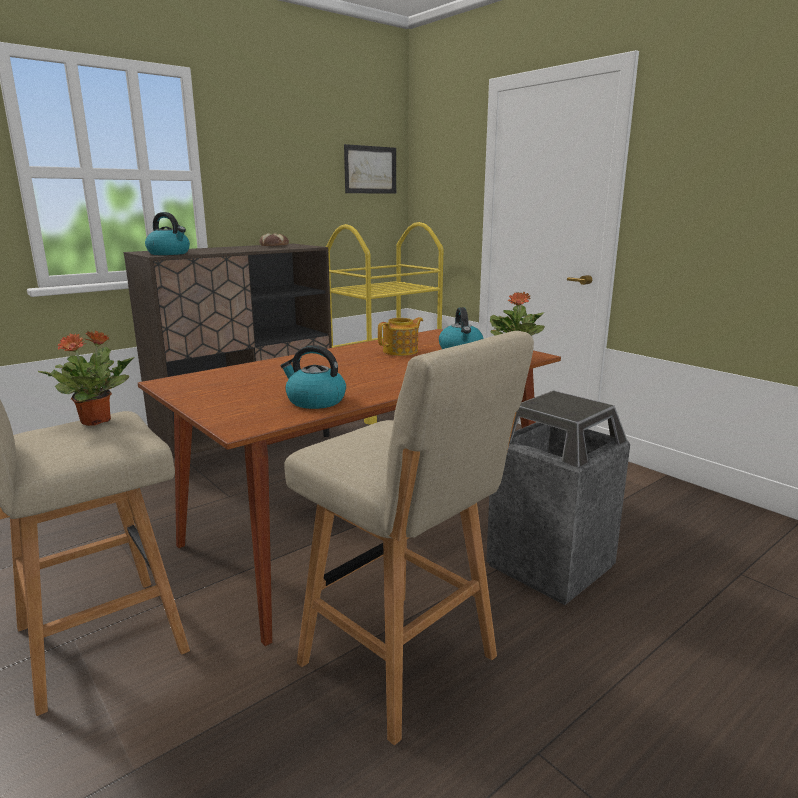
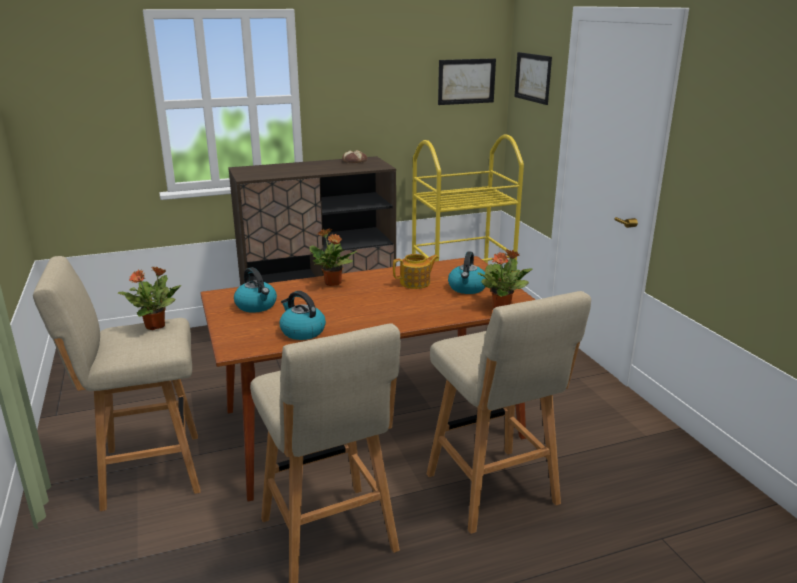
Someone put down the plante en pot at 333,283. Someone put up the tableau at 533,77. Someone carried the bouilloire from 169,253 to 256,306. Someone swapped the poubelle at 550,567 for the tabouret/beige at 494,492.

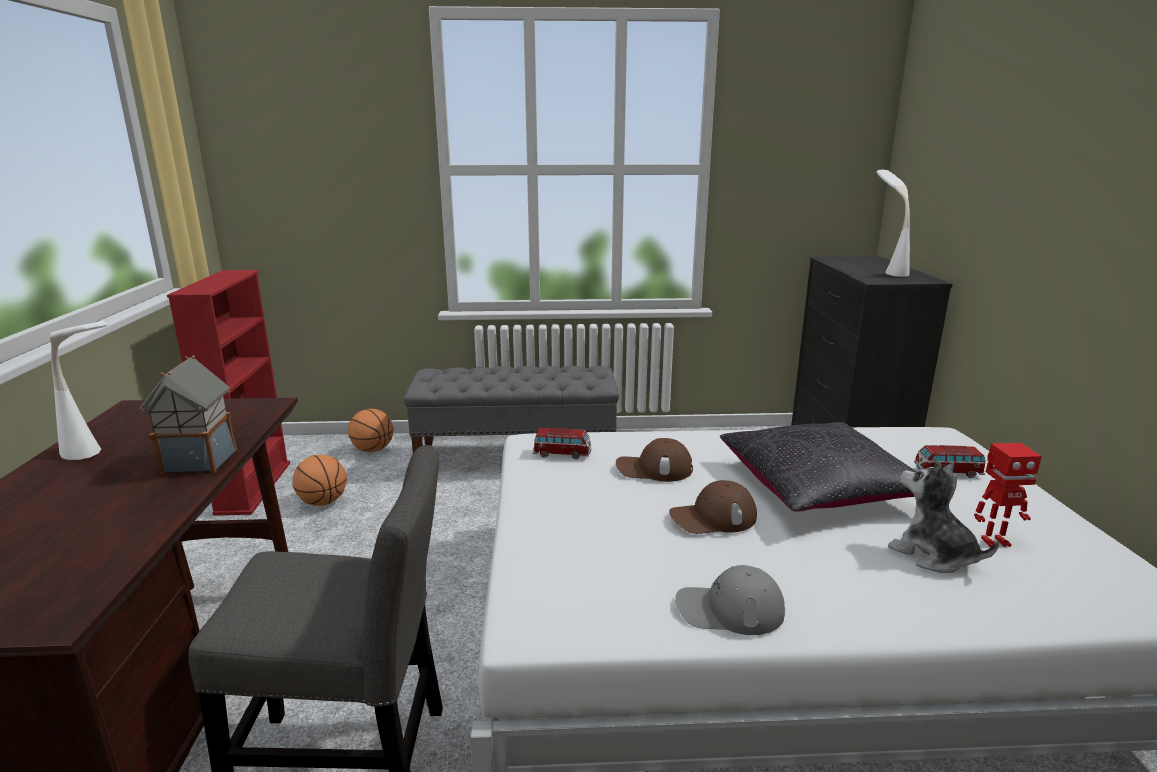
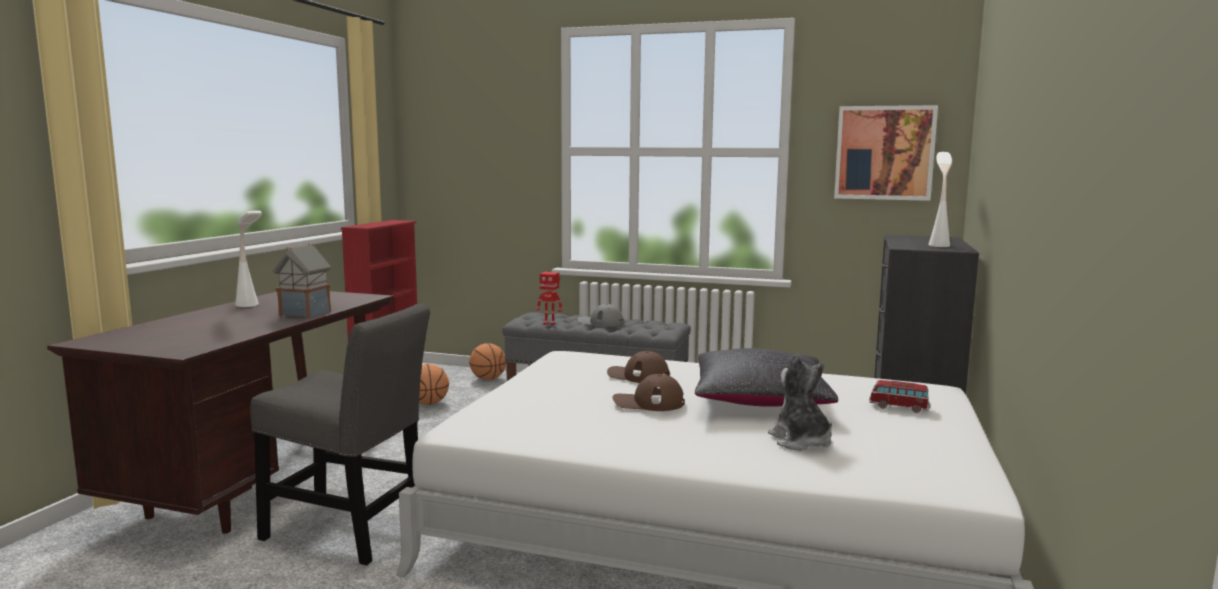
Someone took away the petite voiture at 562,454. Someone put up the tableau at 884,153. Someone carried the casquette/gris from 729,609 to 600,322. Someone carried the robot jouet from 994,541 to 549,324.

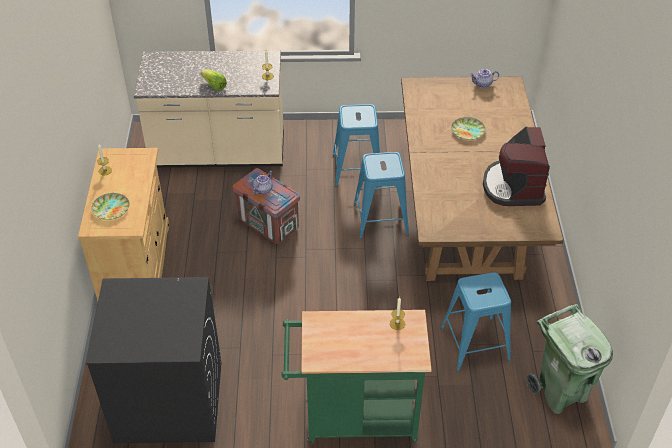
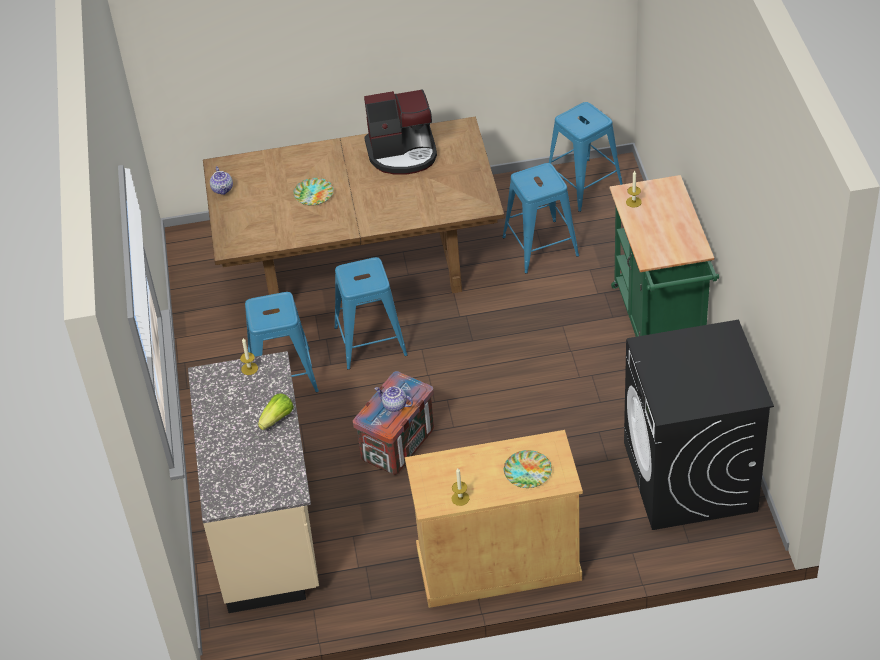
Someone swapped the poubelle/vert at 560,393 for the tabouret/bleu at 584,185.

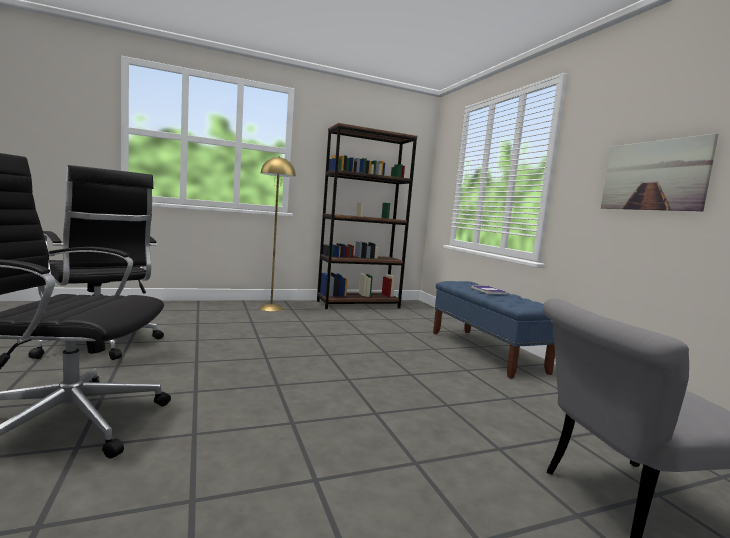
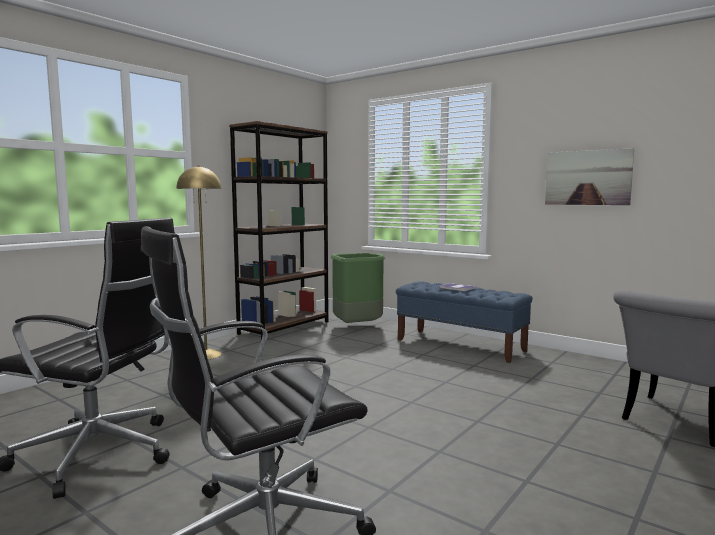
Someone put down the poubelle/vert at 357,327.

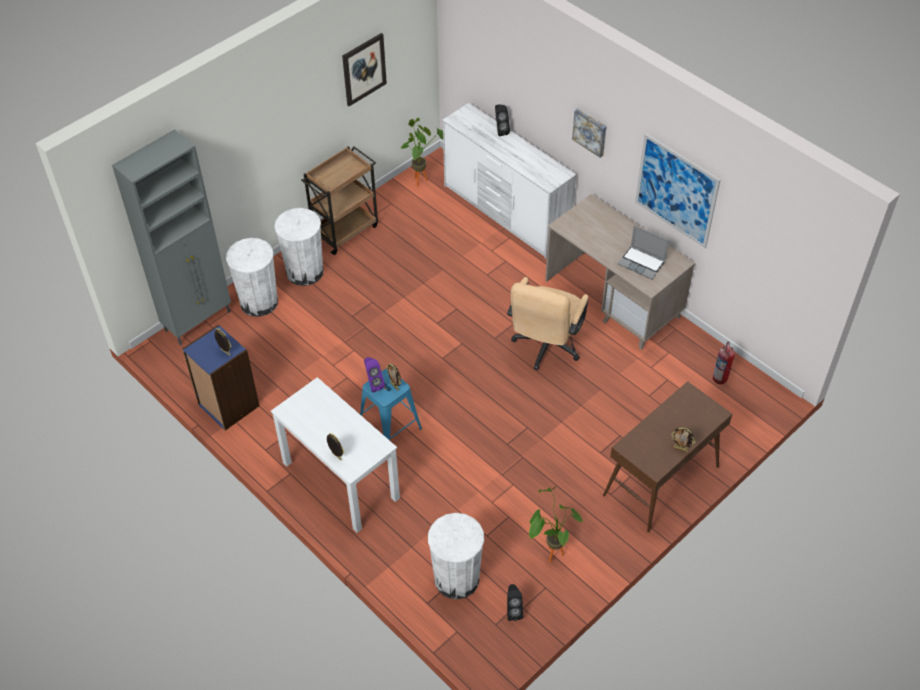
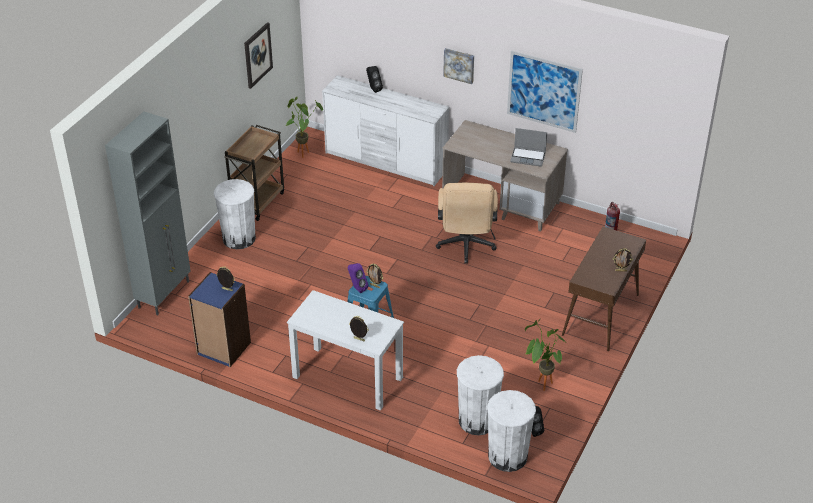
Someone carried the poubelle/blanc from 259,302 to 507,456.

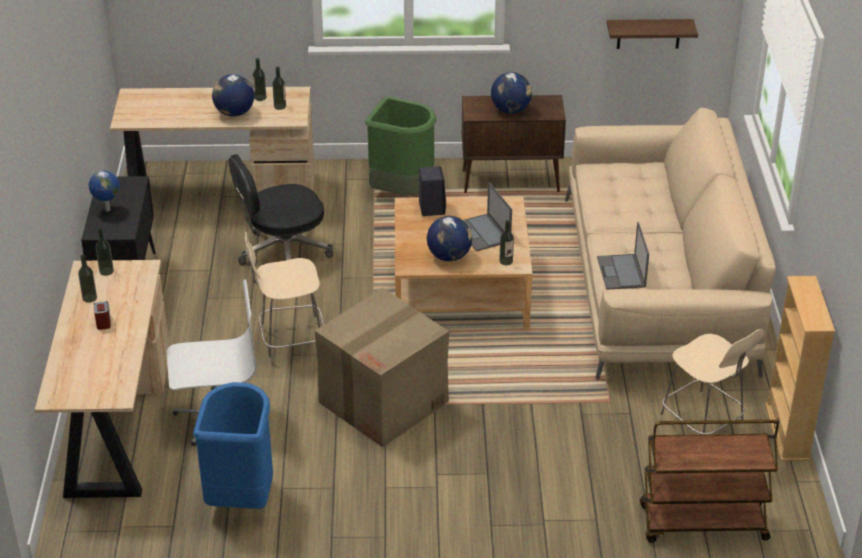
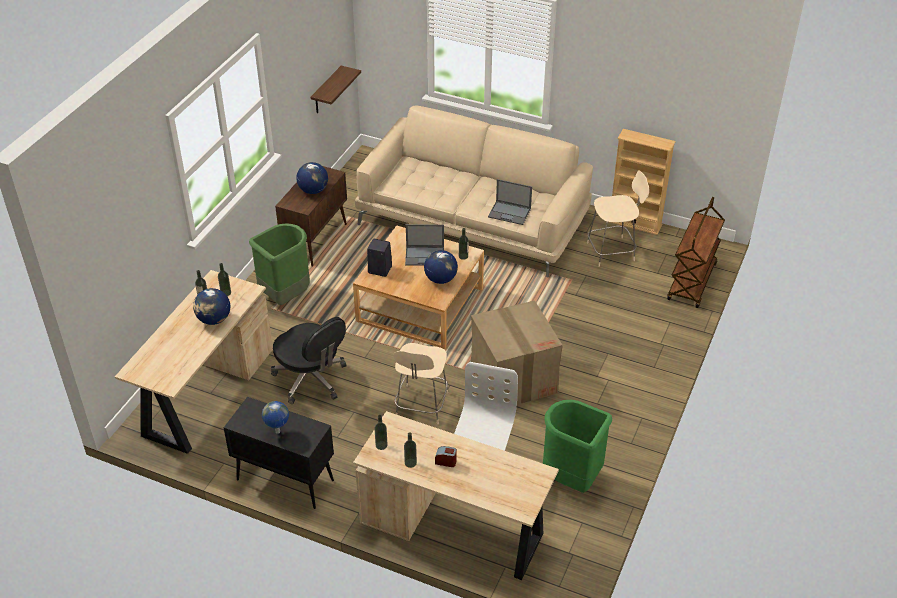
Someone repainted the poubelle/bleu at 241,497, which became the poubelle/vert at 571,478. Someone rotated the chaise de bureau/noir at 283,252 by 45 degrees counterclockwise.

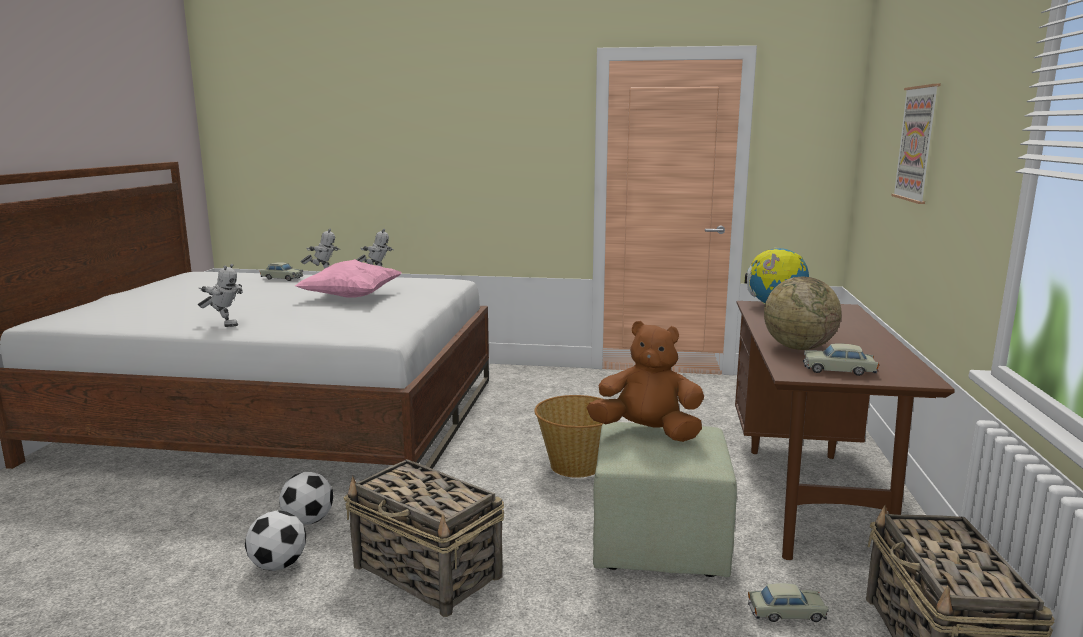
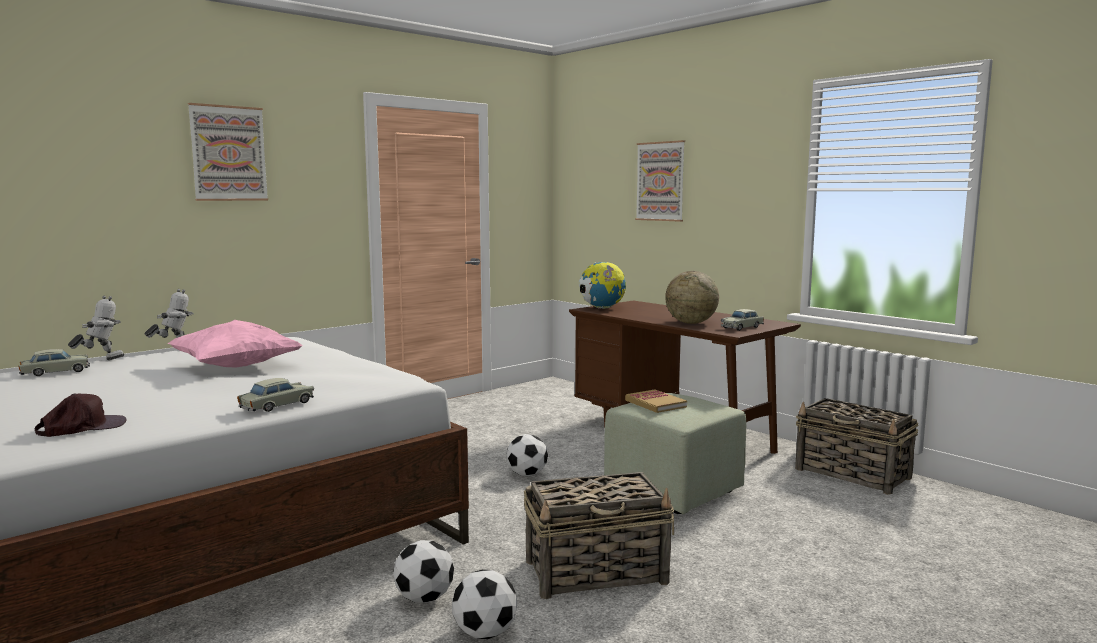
Someone took away the robot jouet at 224,325. Someone put down the casquette/marron at 82,427. Someone put up the tableau at 228,153. Someone carried the petite voiture/beige from 786,612 to 277,405. Someone swapped the panier at 576,465 for the ballon de foot at 527,474. Someone swapped the peluche/marron at 647,432 for the livre at 655,403.

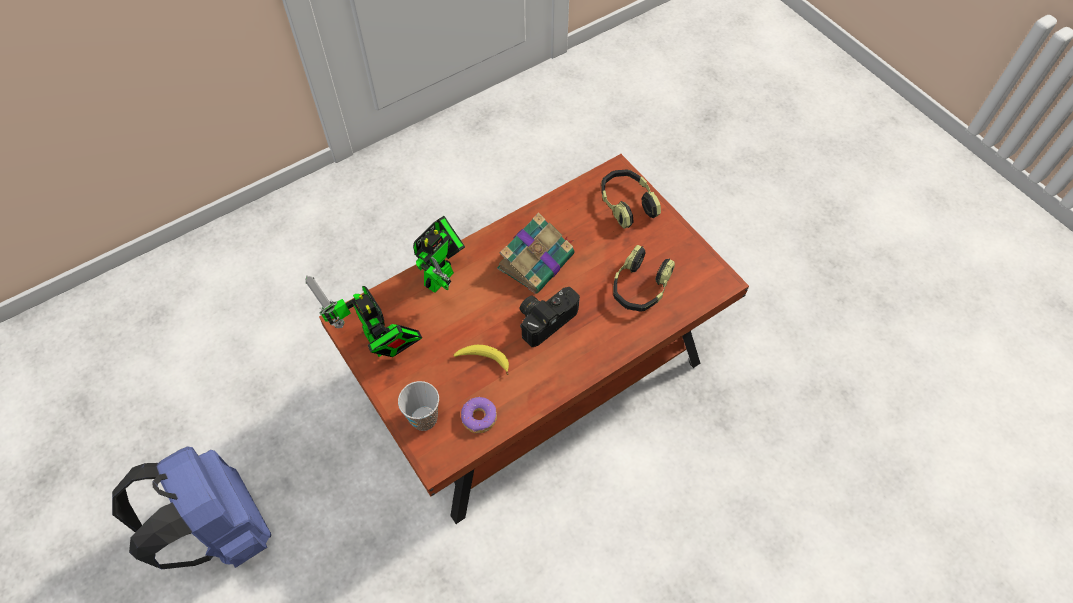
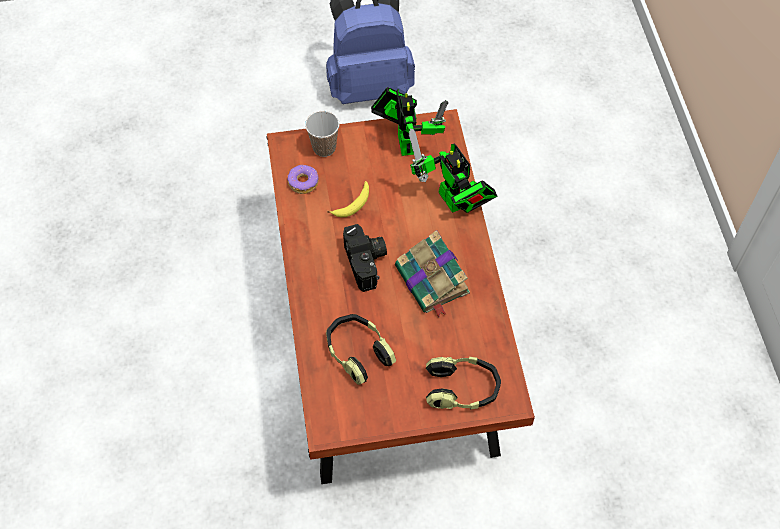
Someone rotated the robot jouet at 380,346 by 90 degrees clockwise.

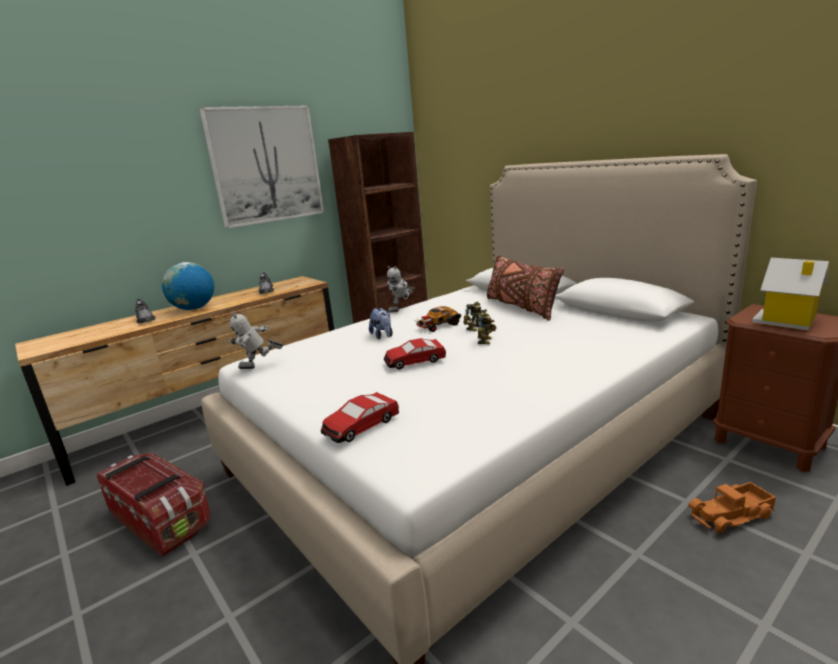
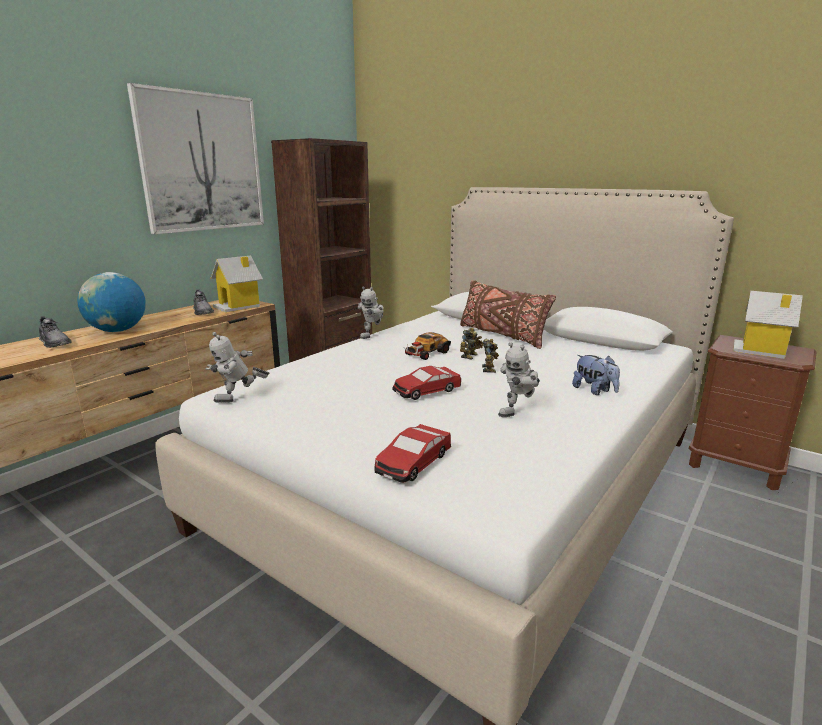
Someone took away the boîte de rangement at 161,520. Someone took away the camion jouet at 732,515. Someone put down the maison miniature at 239,306. Someone put down the robot jouet at 519,413. Someone carried the peluche from 383,336 to 594,391.

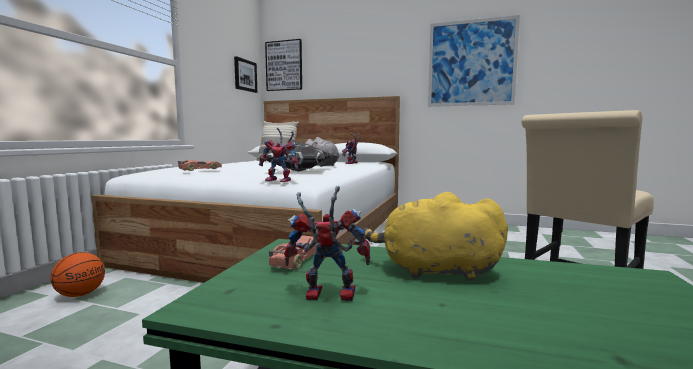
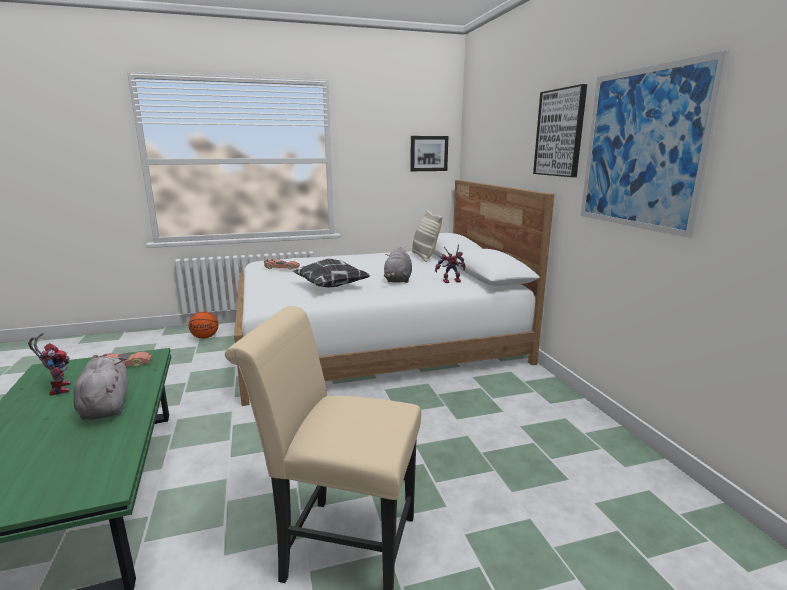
Someone took away the robot jouet at 281,180. Someone carried the tableau from 284,66 to 560,133. Someone repainted the peluche/jaune at 434,271, which became the peluche/gris at 106,406.

